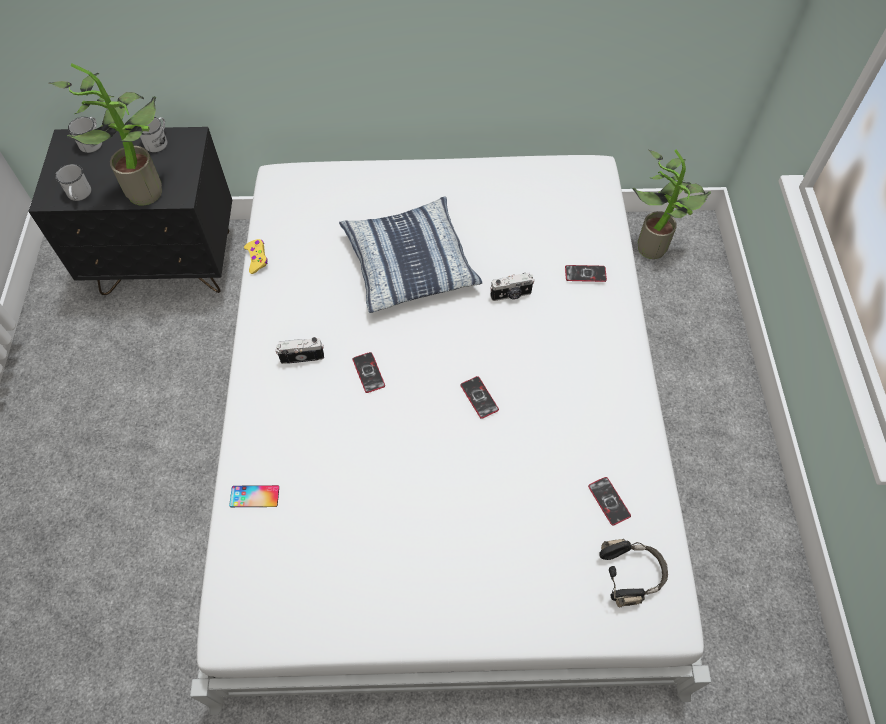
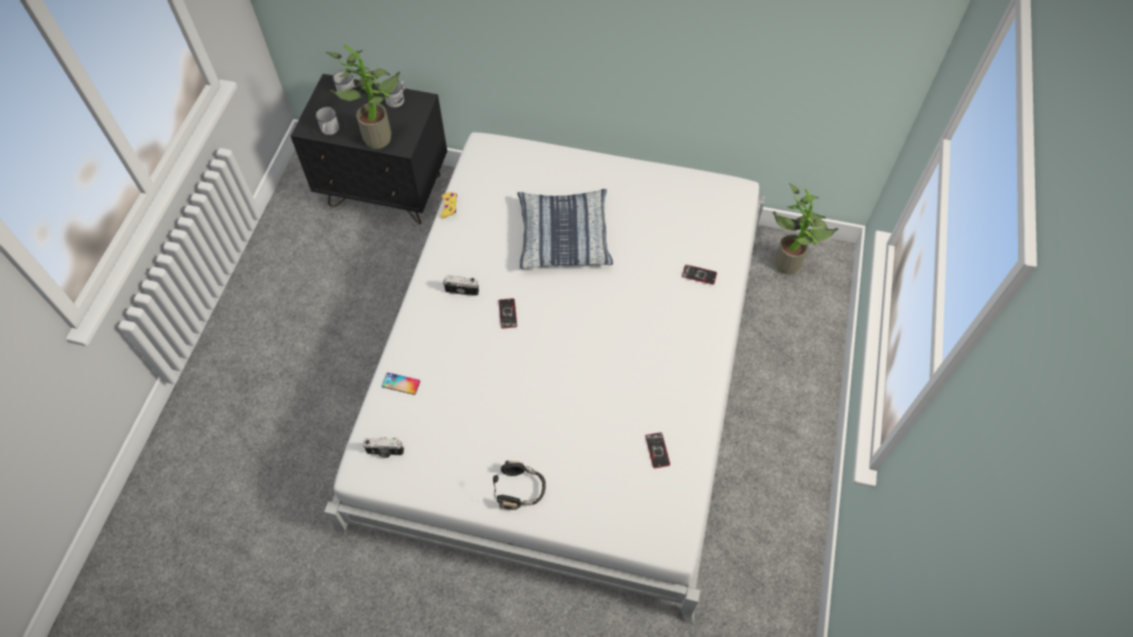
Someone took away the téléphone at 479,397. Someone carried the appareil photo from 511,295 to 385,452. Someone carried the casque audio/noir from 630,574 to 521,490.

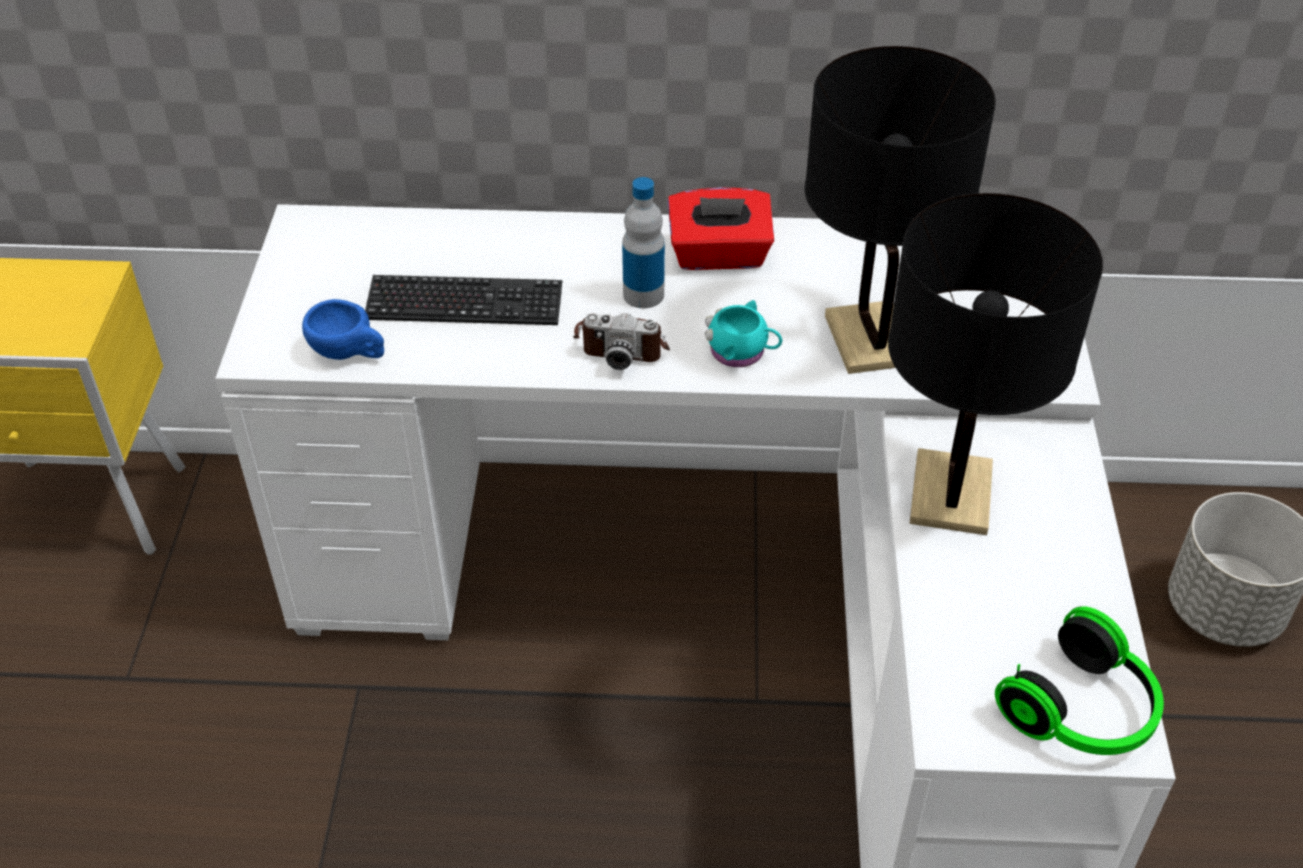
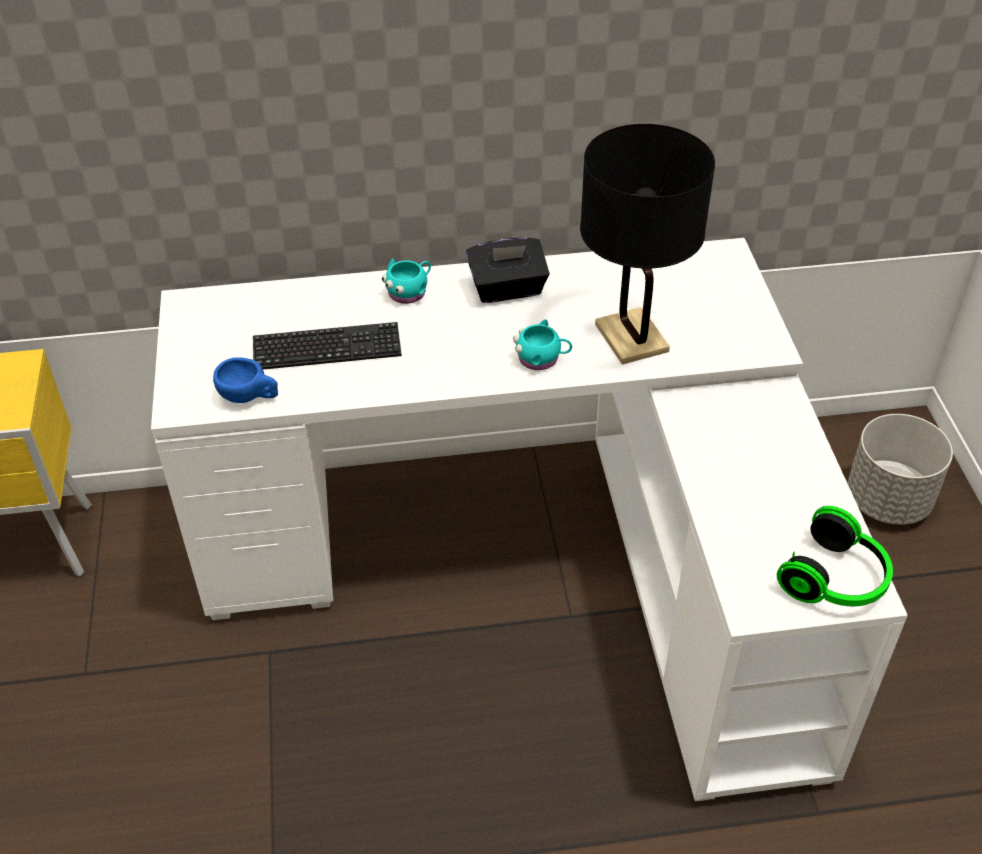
Someone took away the appareil photo at 622,344. Someone took away the bouteille at 643,295. Someone took away the lampe de table/noir at 951,495. Someone put down the mug/turquoise at 409,291. Someone repainted the boîte à mouchoirs/rouge at 719,255, which became the boîte à mouchoirs/noir at 507,289.

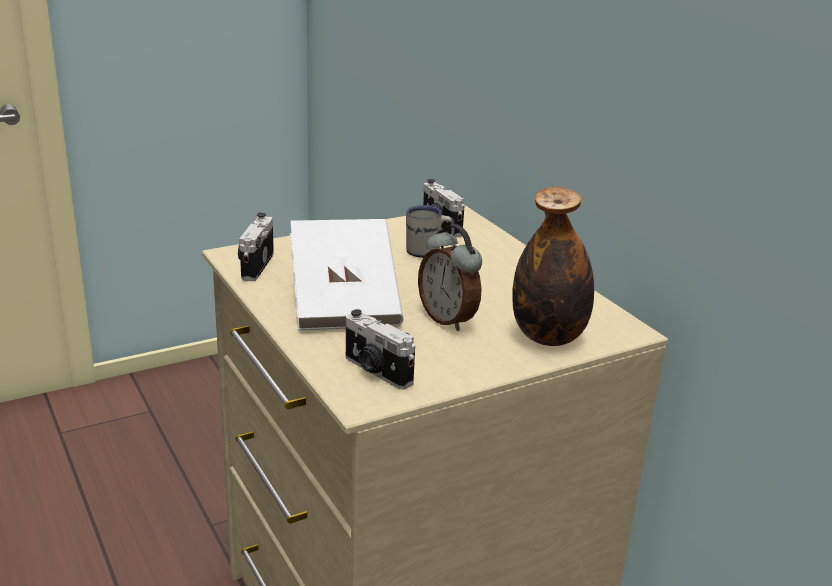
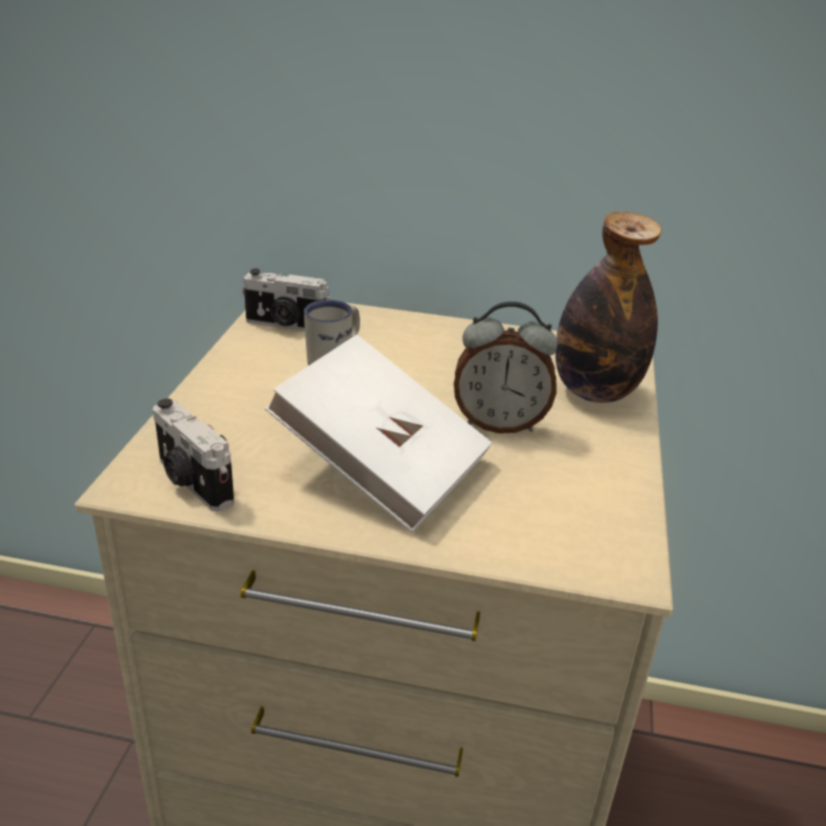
Someone took away the appareil photo at 376,371.

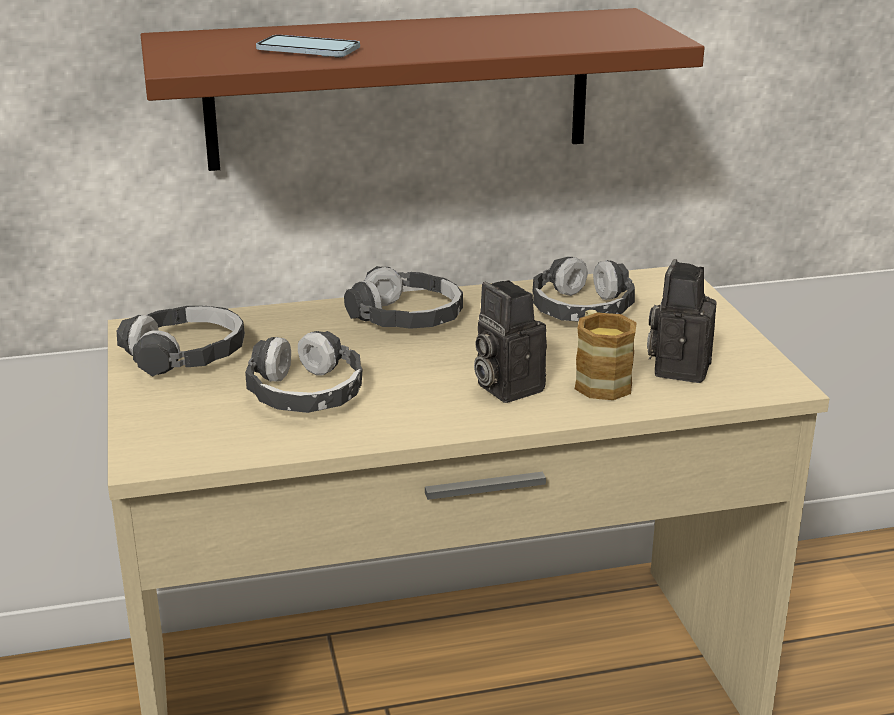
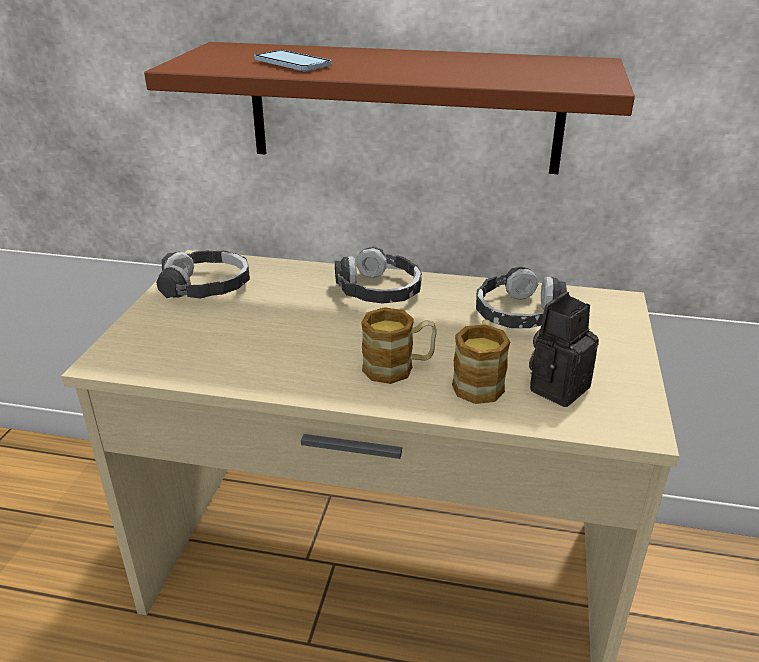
Someone took away the casque audio at 306,393. Someone swapped the appareil photo at 505,386 for the mug at 398,368.

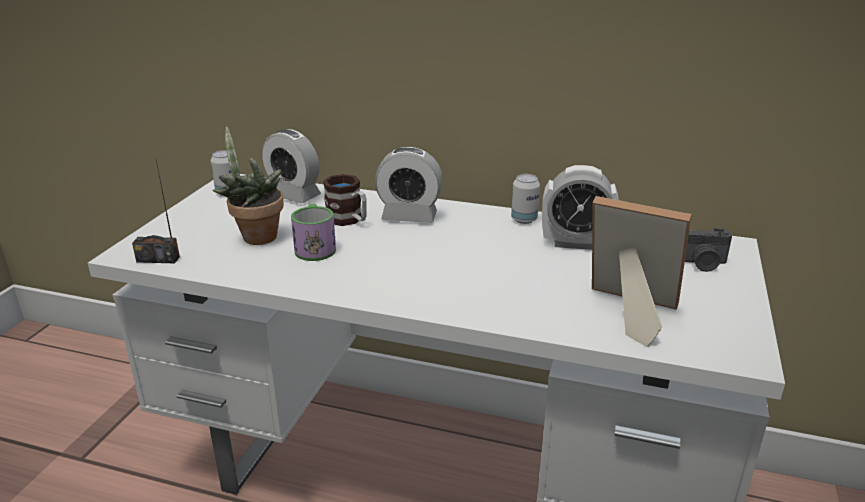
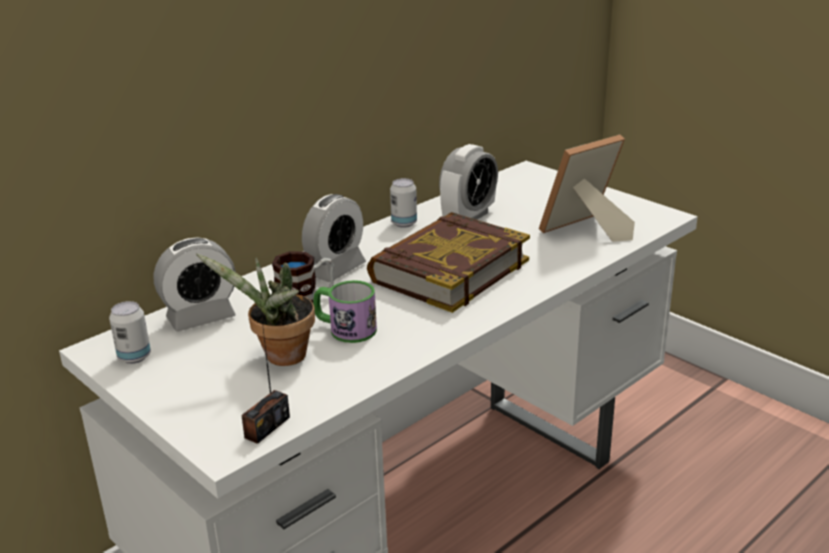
Someone took away the appareil photo at 701,264. Someone put down the livre at 448,270.

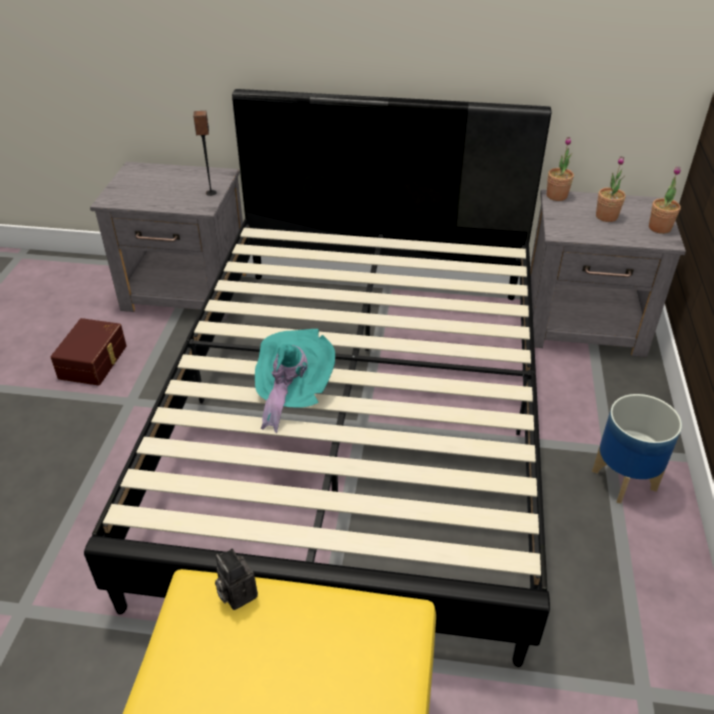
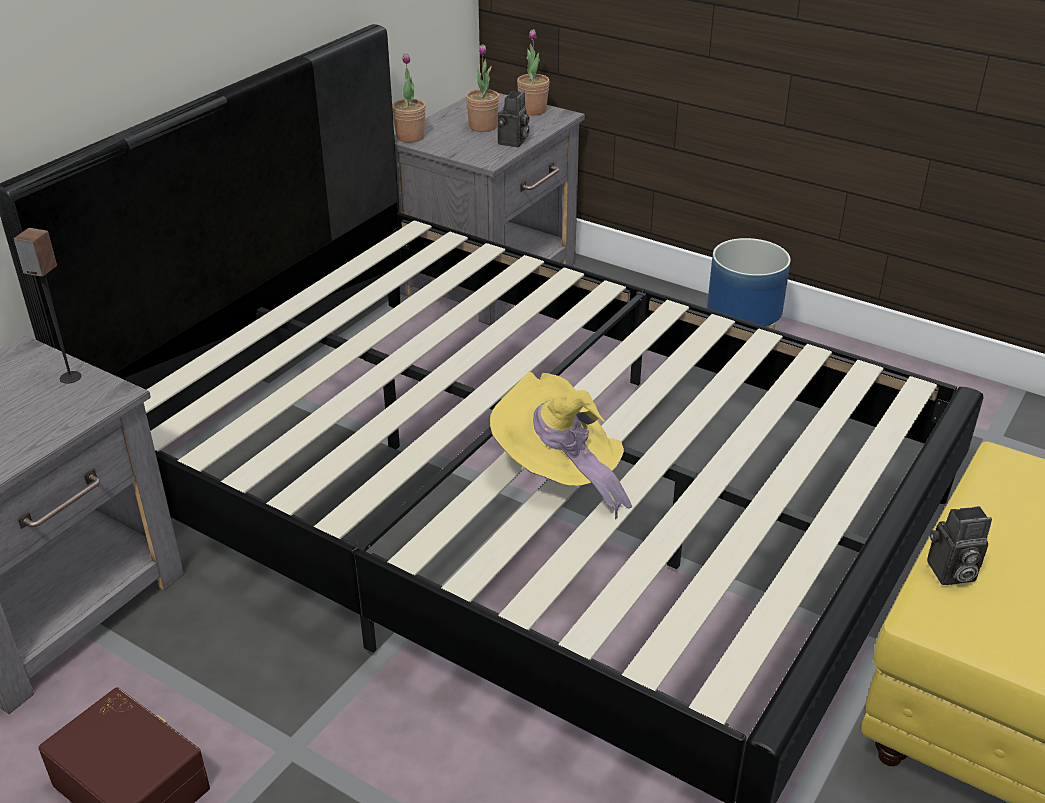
Someone put down the appareil photo at 513,142. Someone repainted the chapeau/turquoise at 292,393, which became the chapeau/jaune at 560,474.

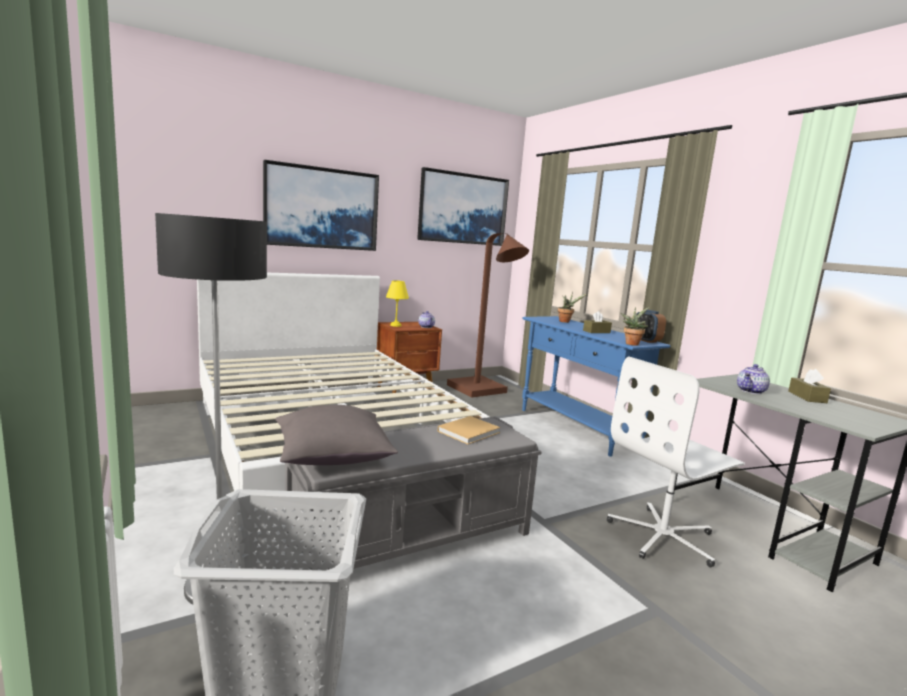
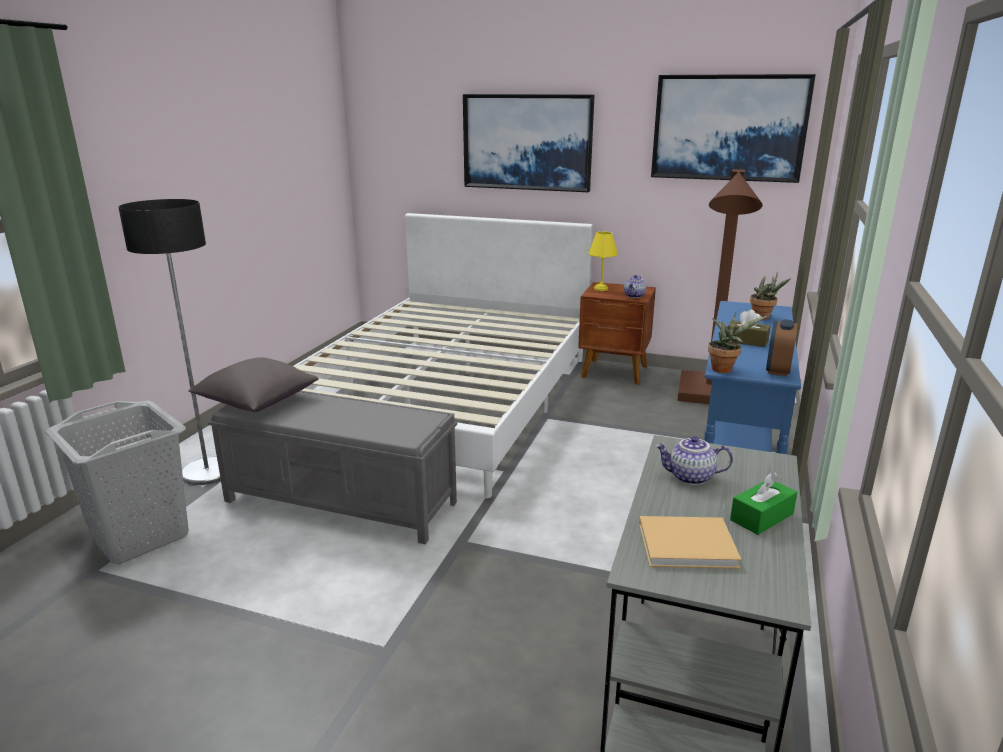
Someone took away the chaise de bureau/blanc at 663,537. Someone carried the livre/beige from 470,431 to 690,545. Someone repainted the boîte à mouchoirs/marron at 807,397, which became the boîte à mouchoirs/vert at 761,517.

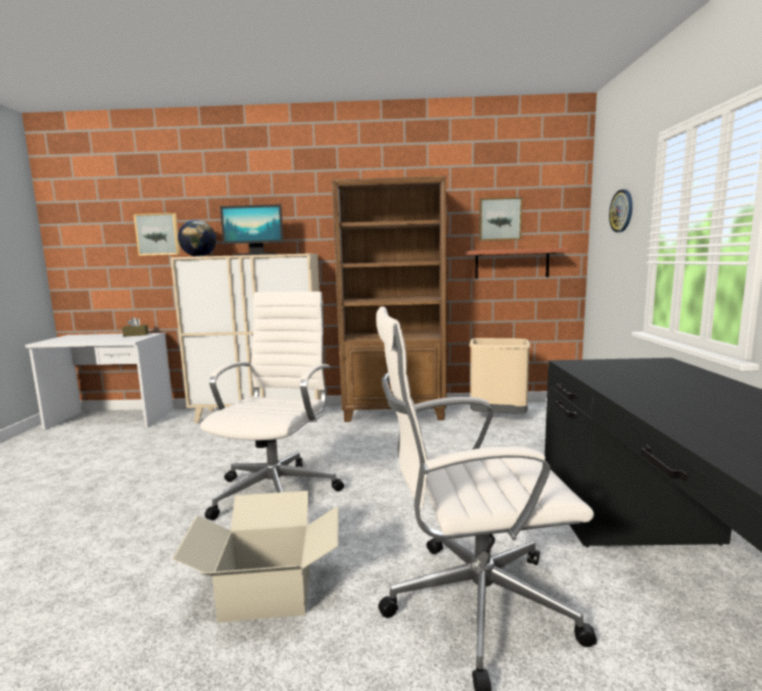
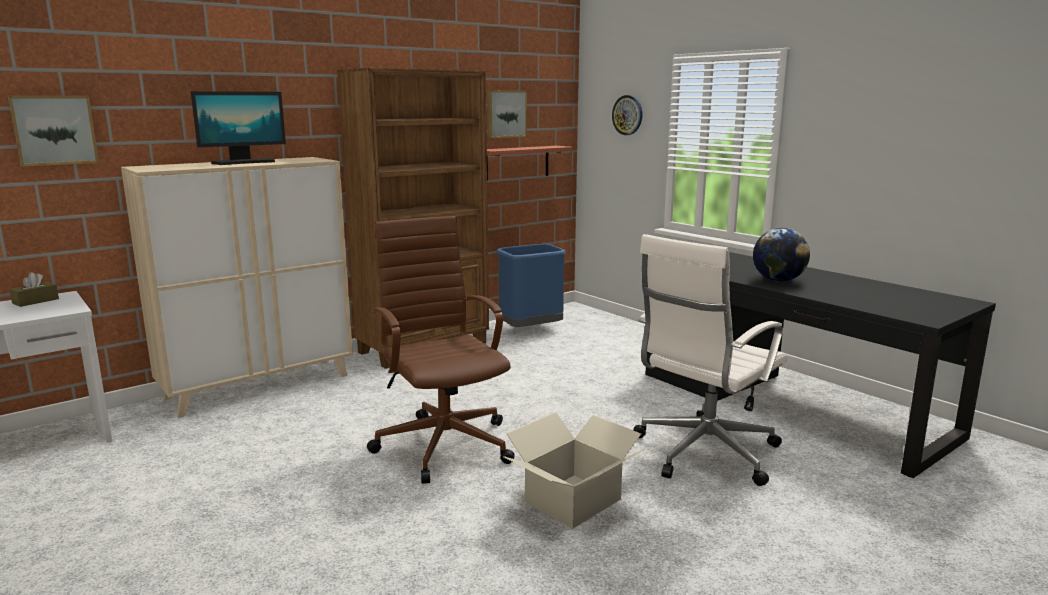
Someone carried the globe from 199,256 to 778,280. Someone repainted the chaise de bureau/blanc at 278,491, which became the chaise de bureau/marron at 444,443. Someone repainted the poubelle/beige at 498,418, which became the poubelle/bleu at 531,330.

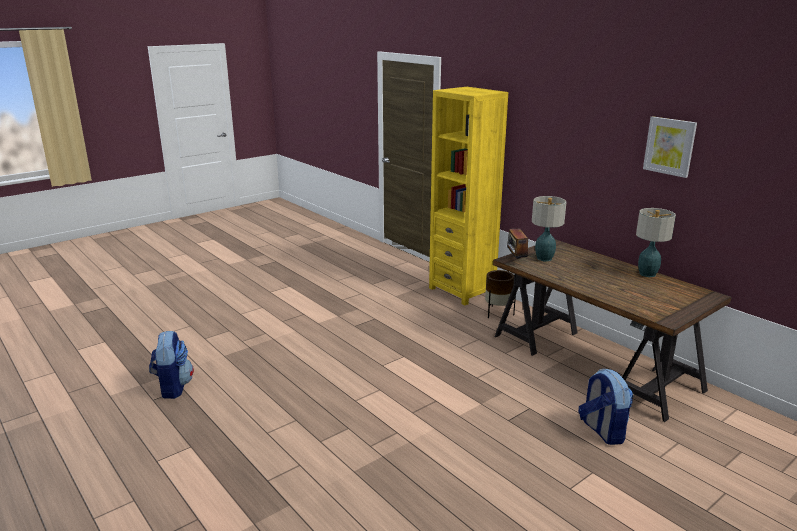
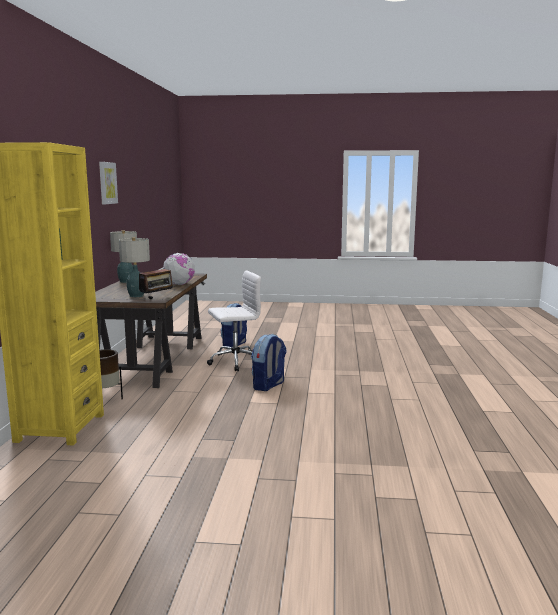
Someone put down the globe at 179,284. Someone put down the chaise de bureau/blanc at 234,361. Someone carried the sac à dos from 173,387 to 269,386.

